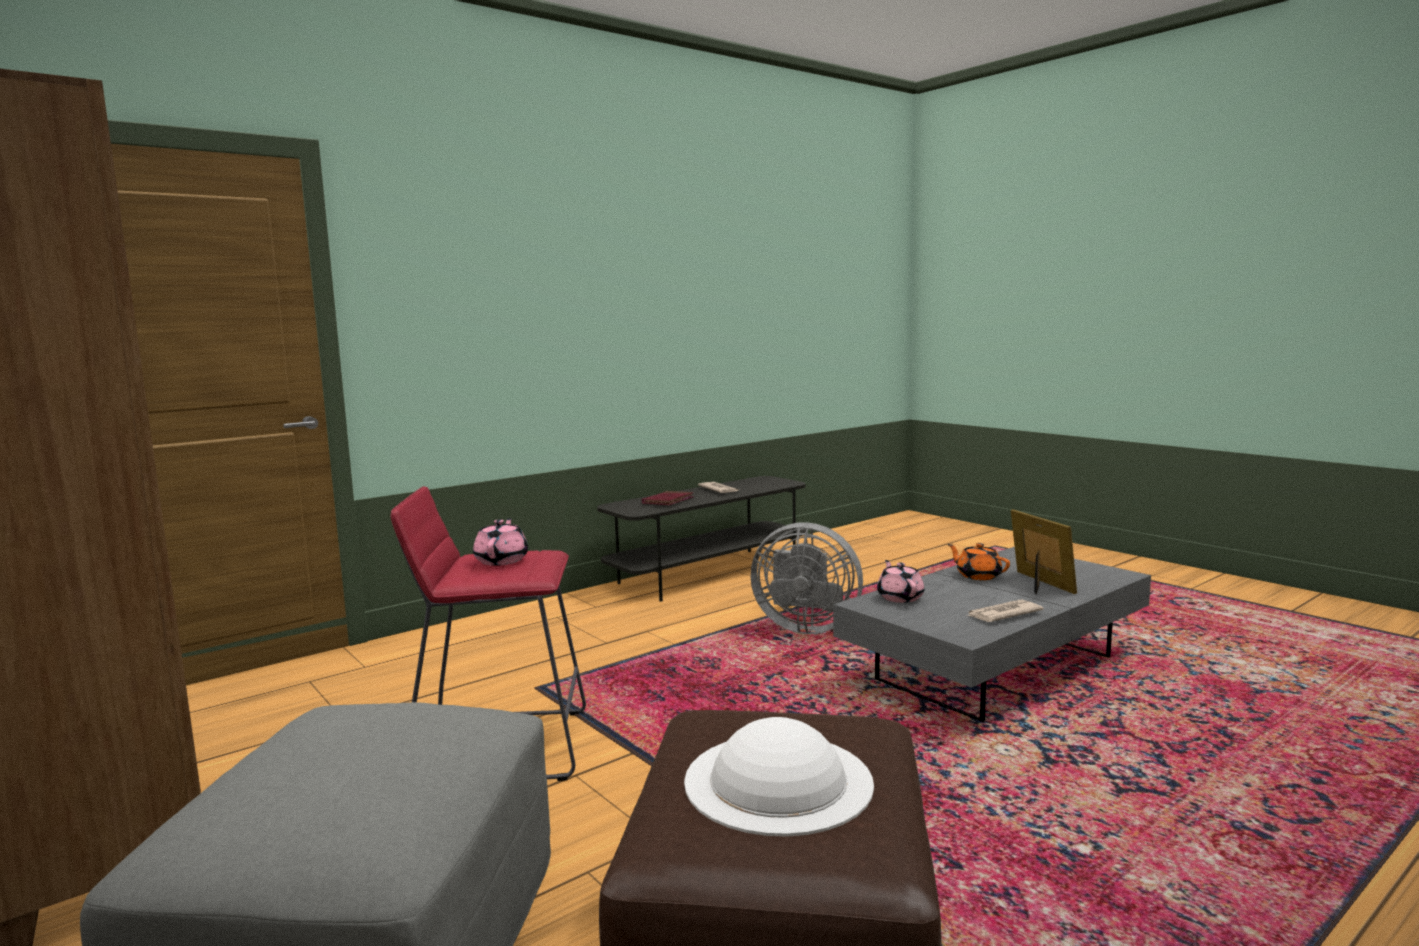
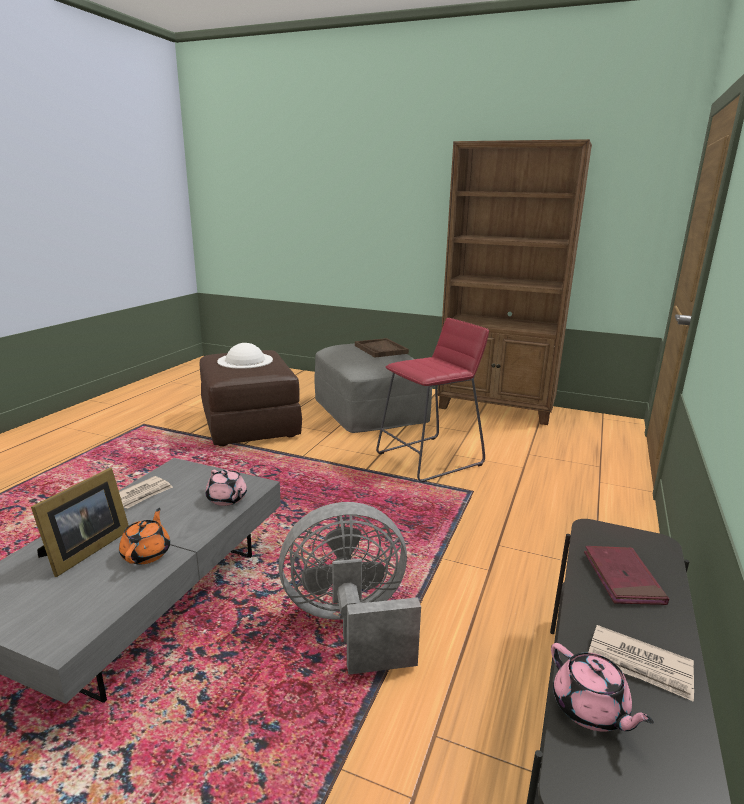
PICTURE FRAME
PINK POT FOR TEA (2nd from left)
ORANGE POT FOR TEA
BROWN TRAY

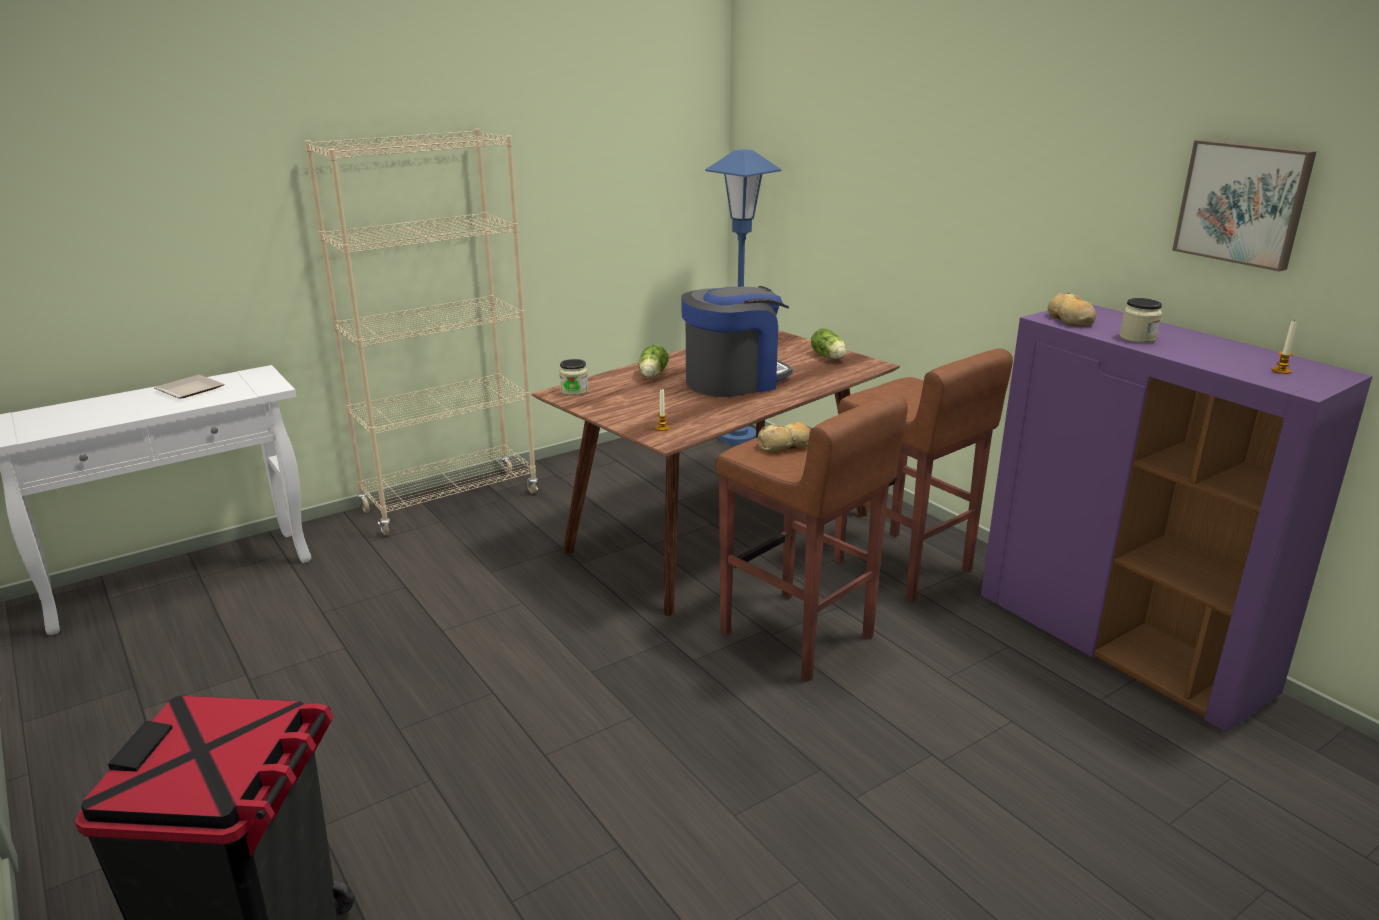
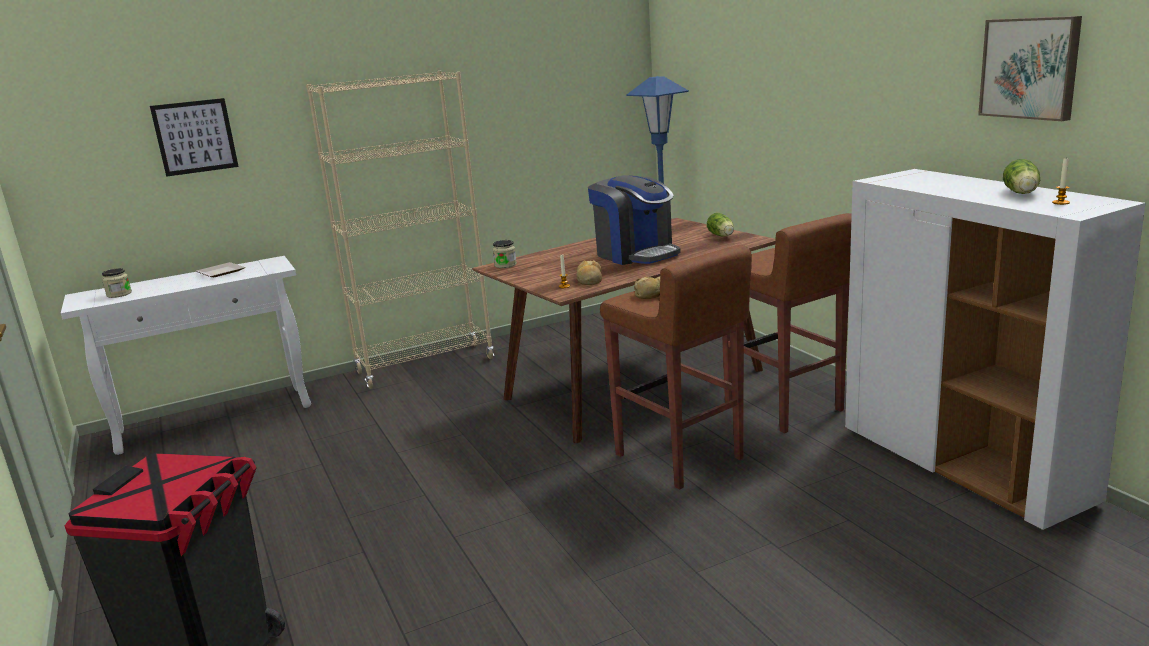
COFFEE BREWER
BAKERY BREAD (1st from left)
PRESERVE JAR (1st from left)
WHITISH CABINET
HEAD OF LETTUCE (2nd from left)
PICTURE (1st from left)

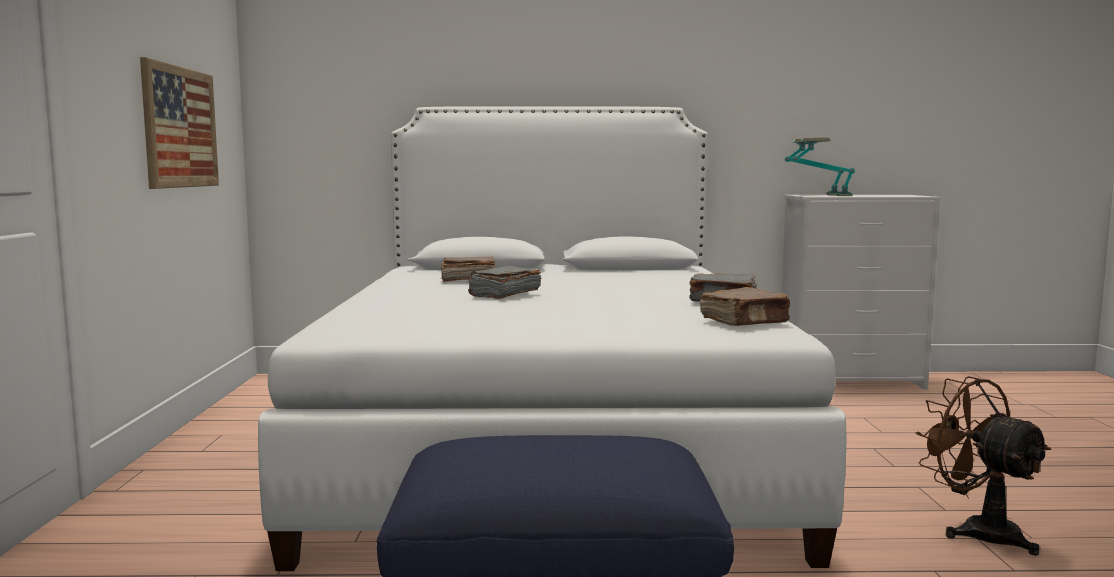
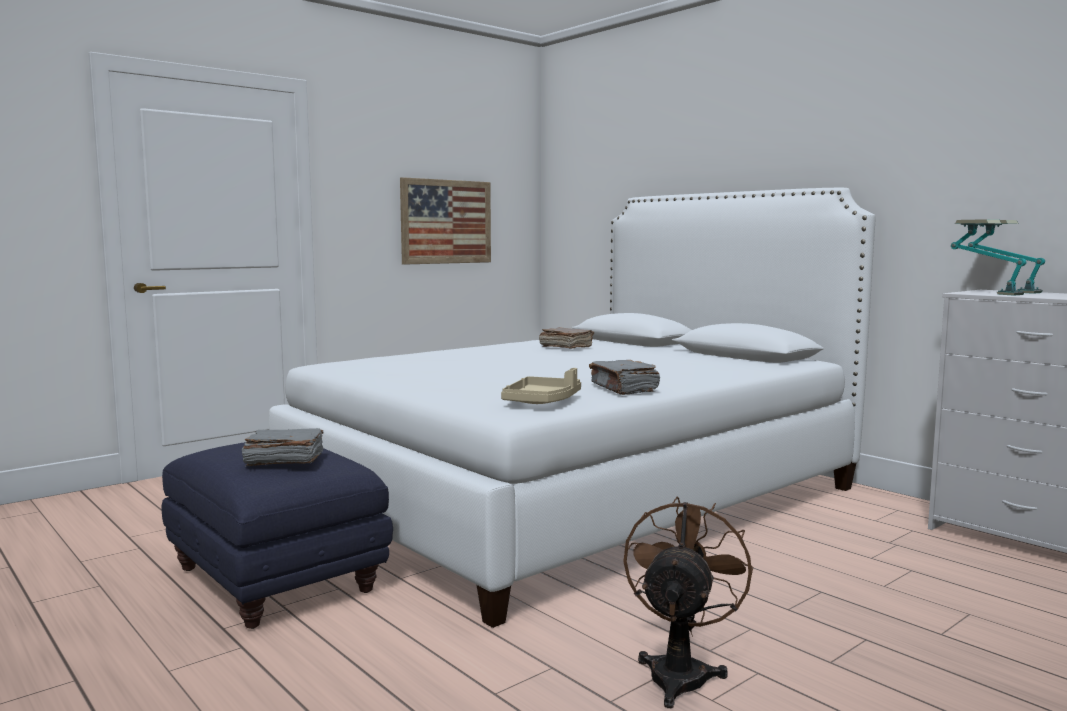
GREYISH BOUND BOOK (1st from left)
SAND-COLOURED TRAY

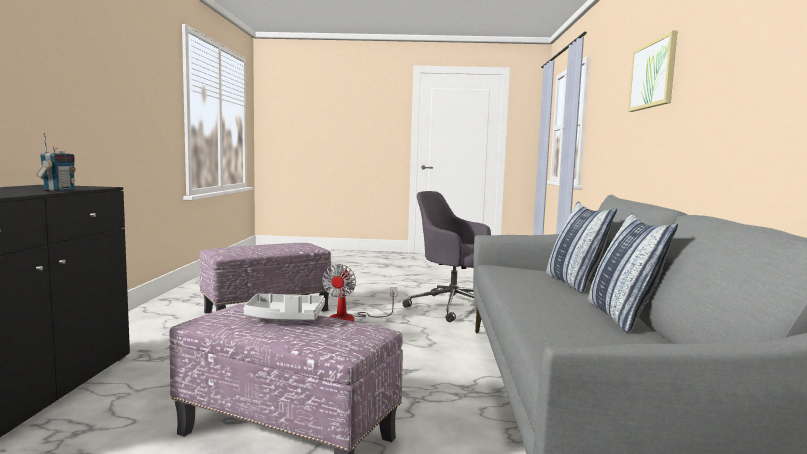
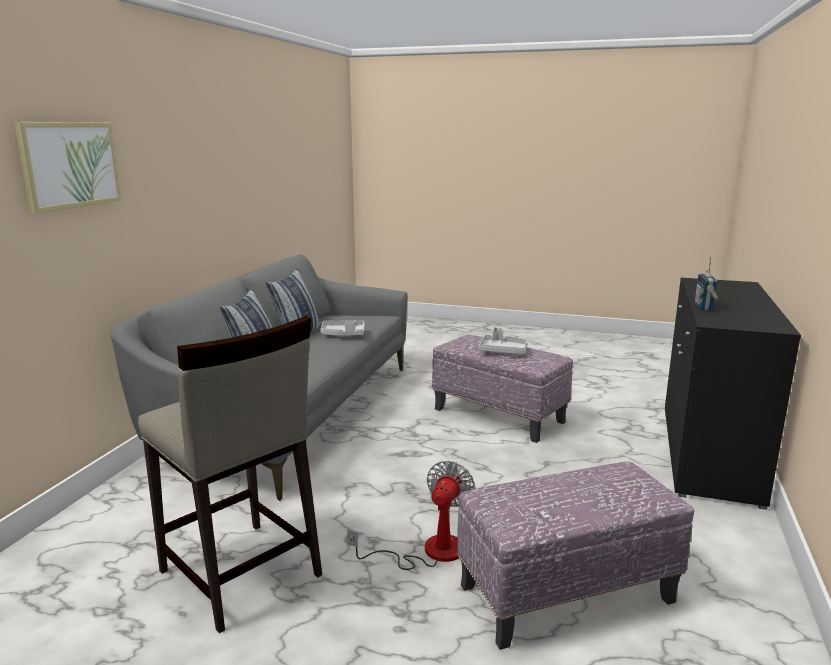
SAND-COLOURED STOOL
GREYISH TRAY (1st from left)

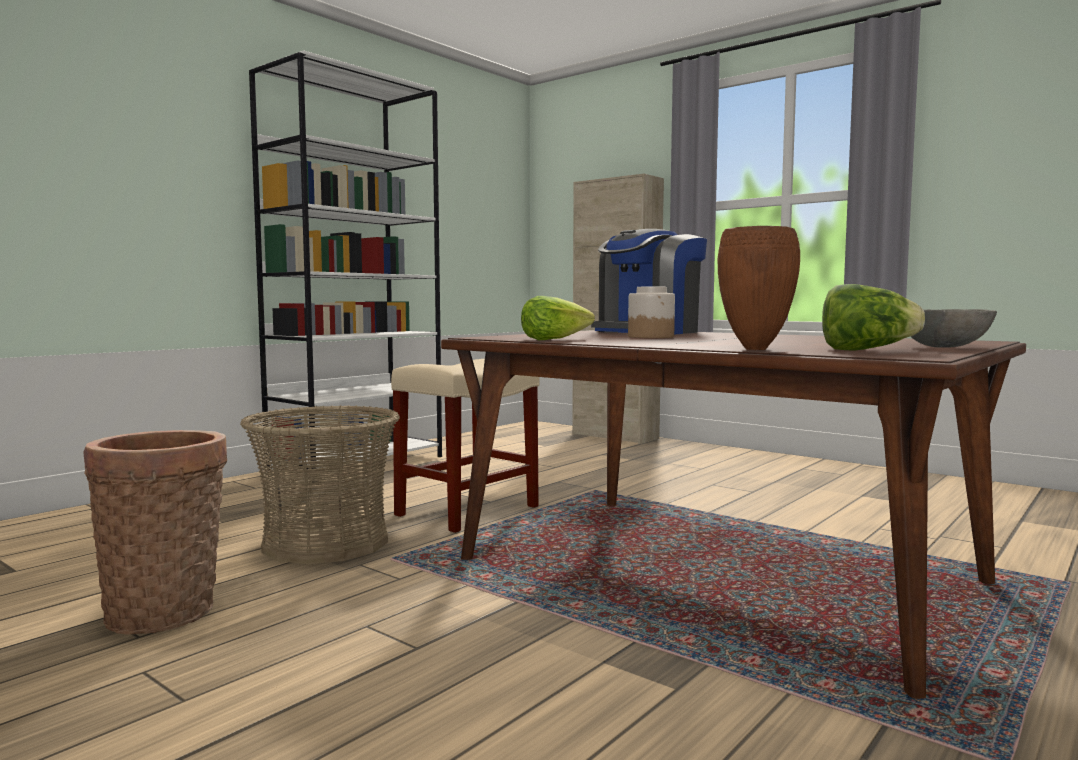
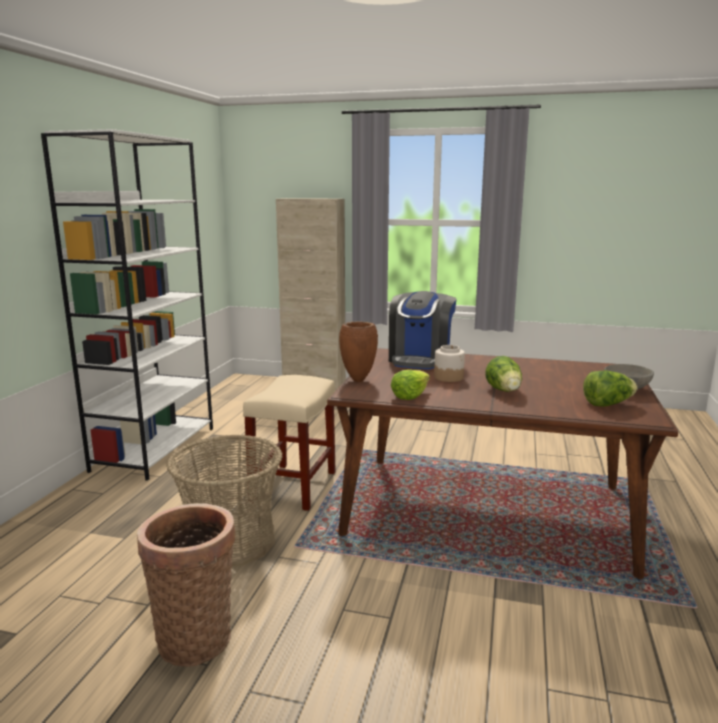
BROWN FLOWER VASE
HEAD OF LETTUCE (2nd from left)

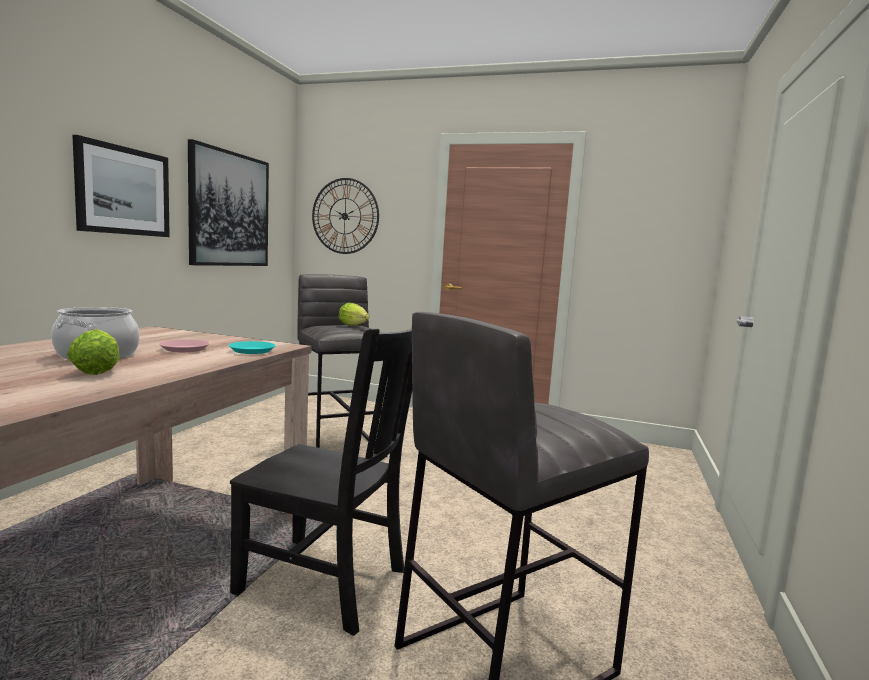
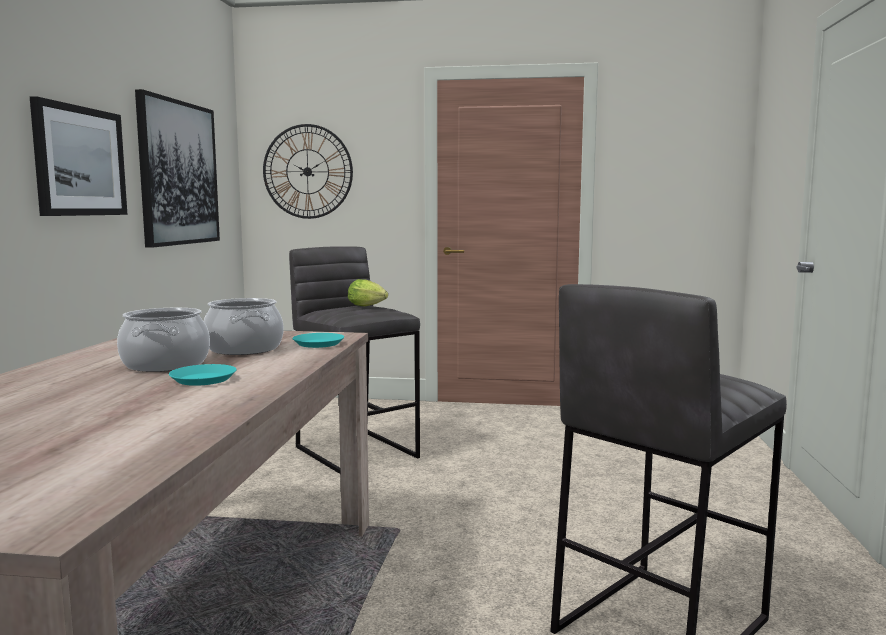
BLACK PLAIN CHAIR
BLUE-GREEN PLATE (1st from left)
STOCKPOT (2nd from left)

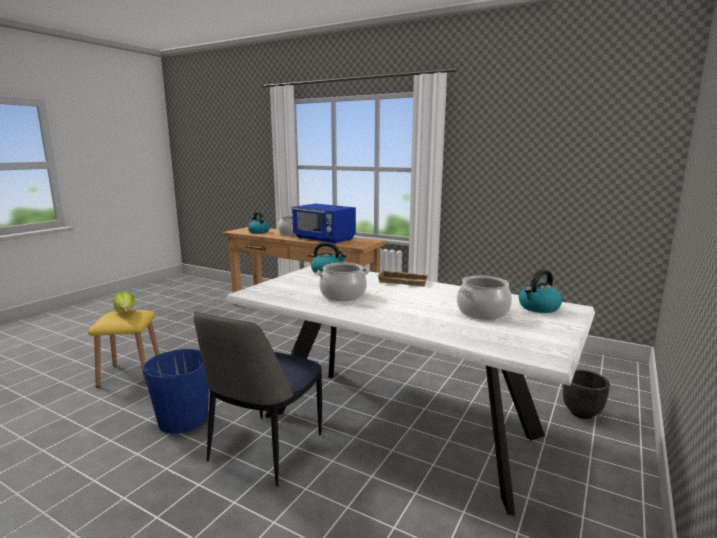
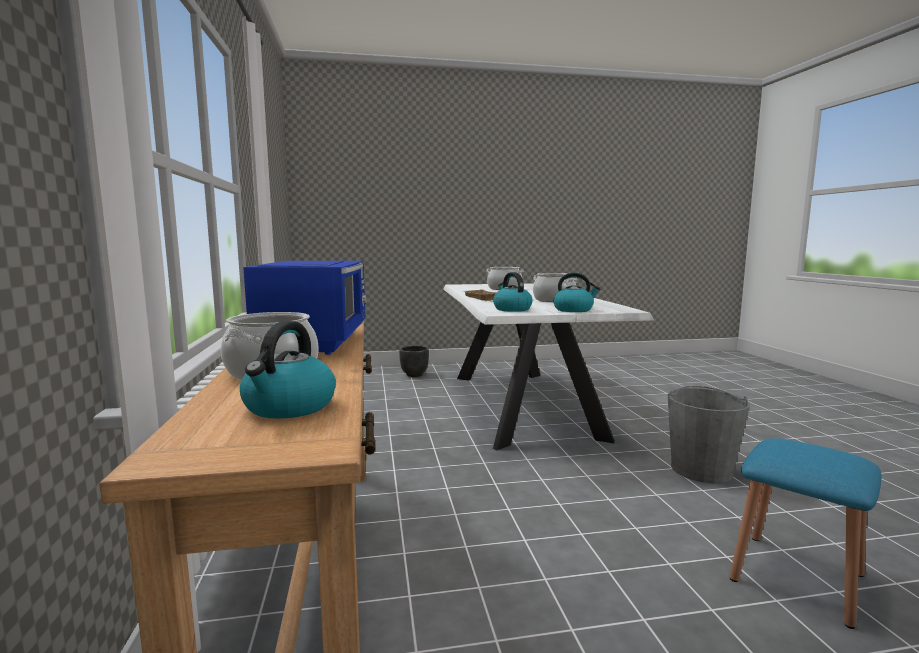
TEA KETTLE (3rd from left)
HEAD OF LETTUCE
BLUISH STOOL
PLAIN CHAIR
GREYISH BUCKET

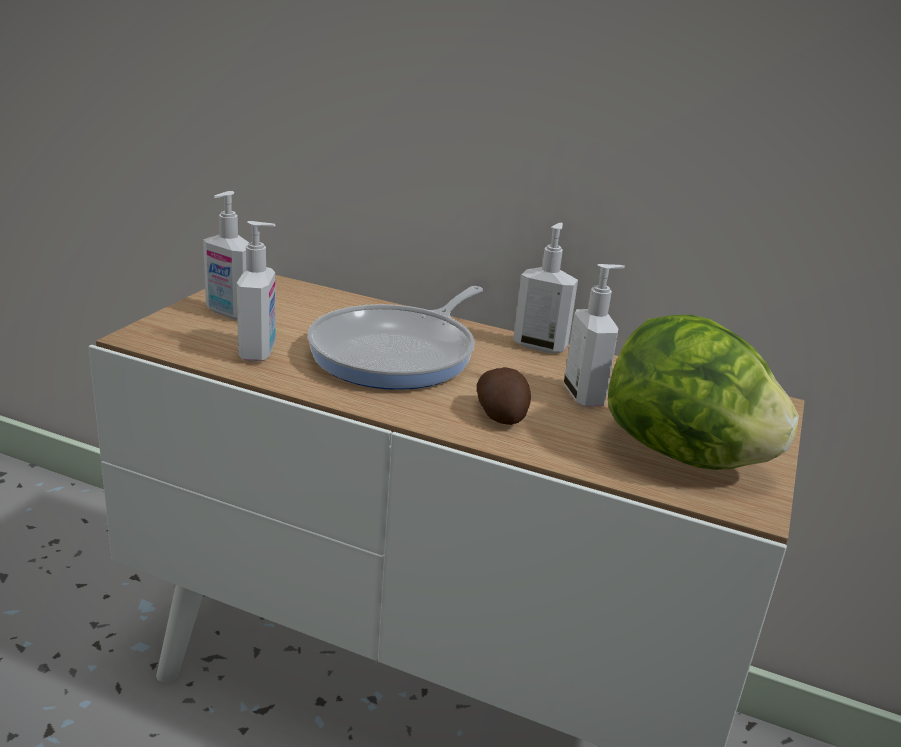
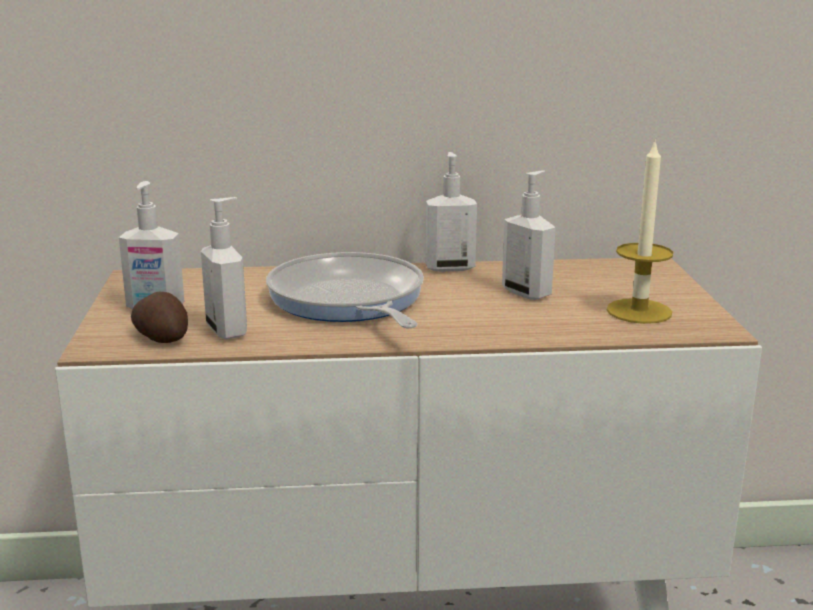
SKILLET
CANDLE
SPUD

